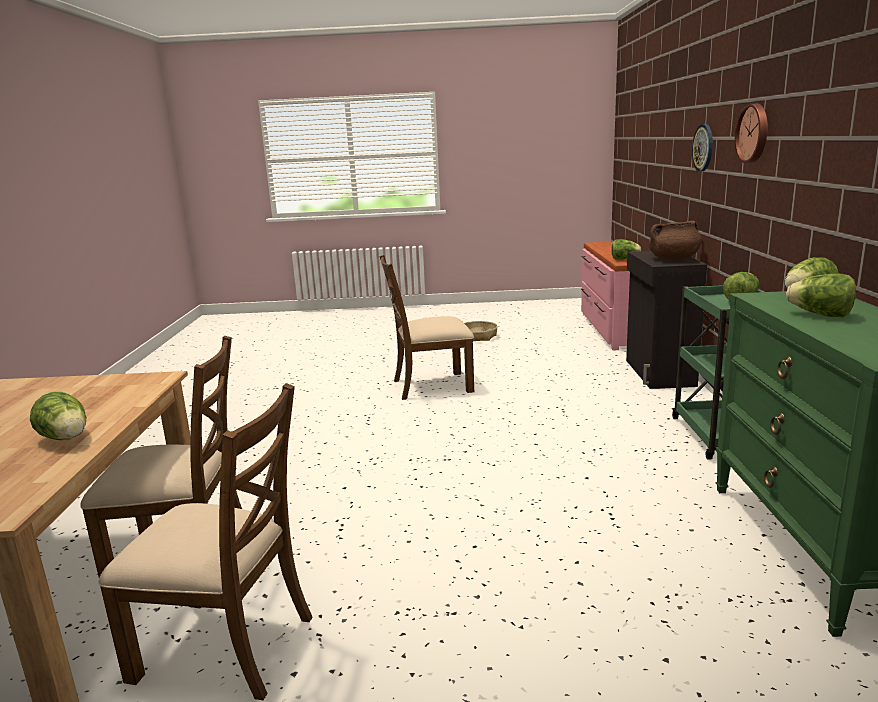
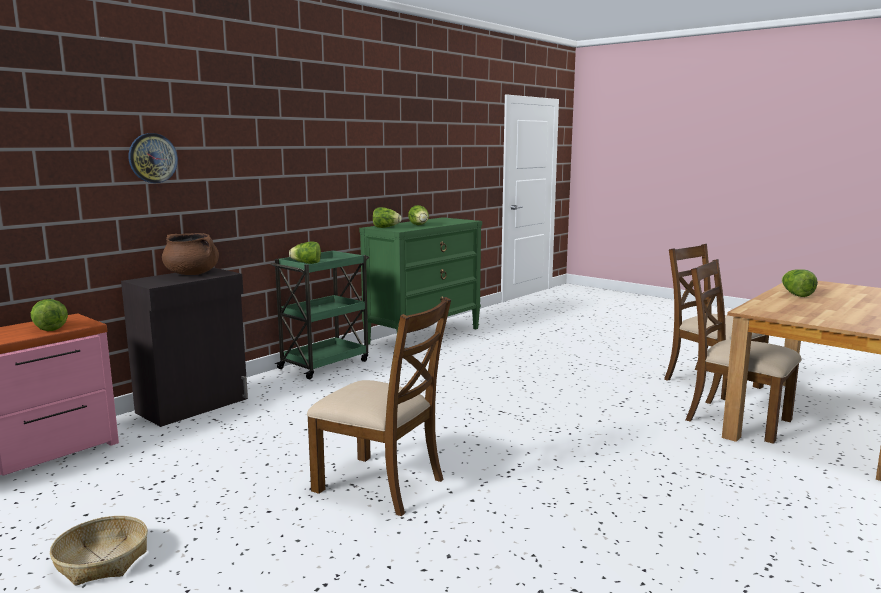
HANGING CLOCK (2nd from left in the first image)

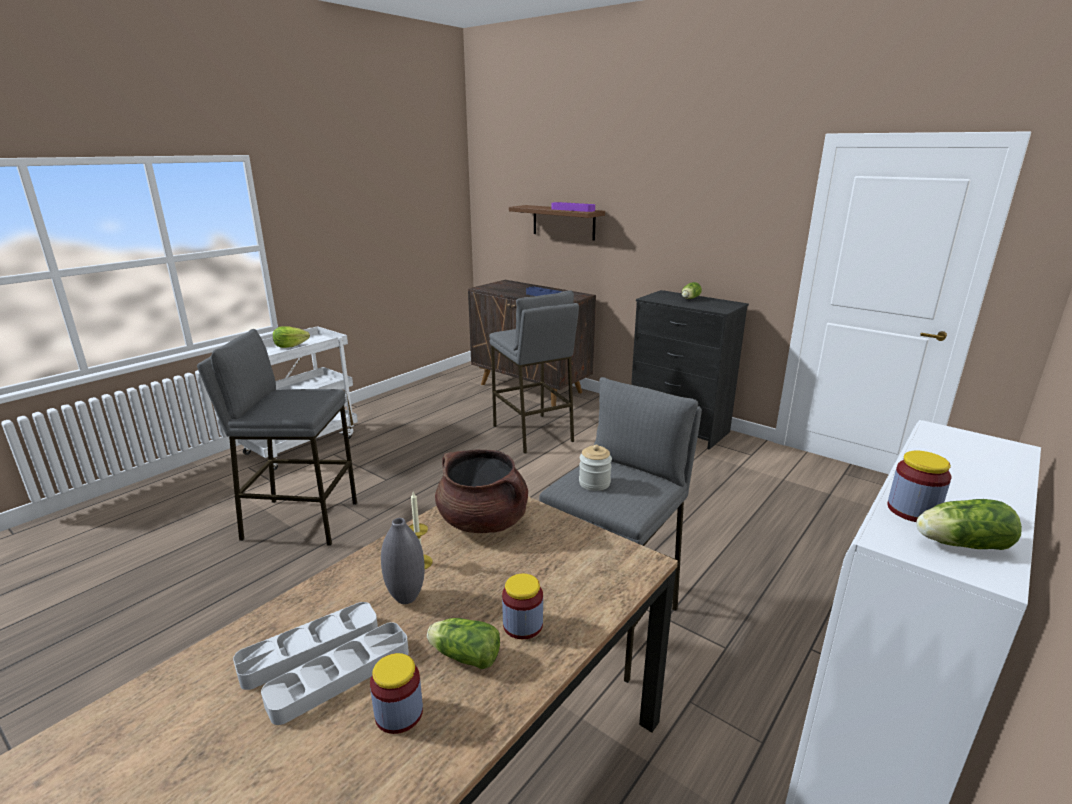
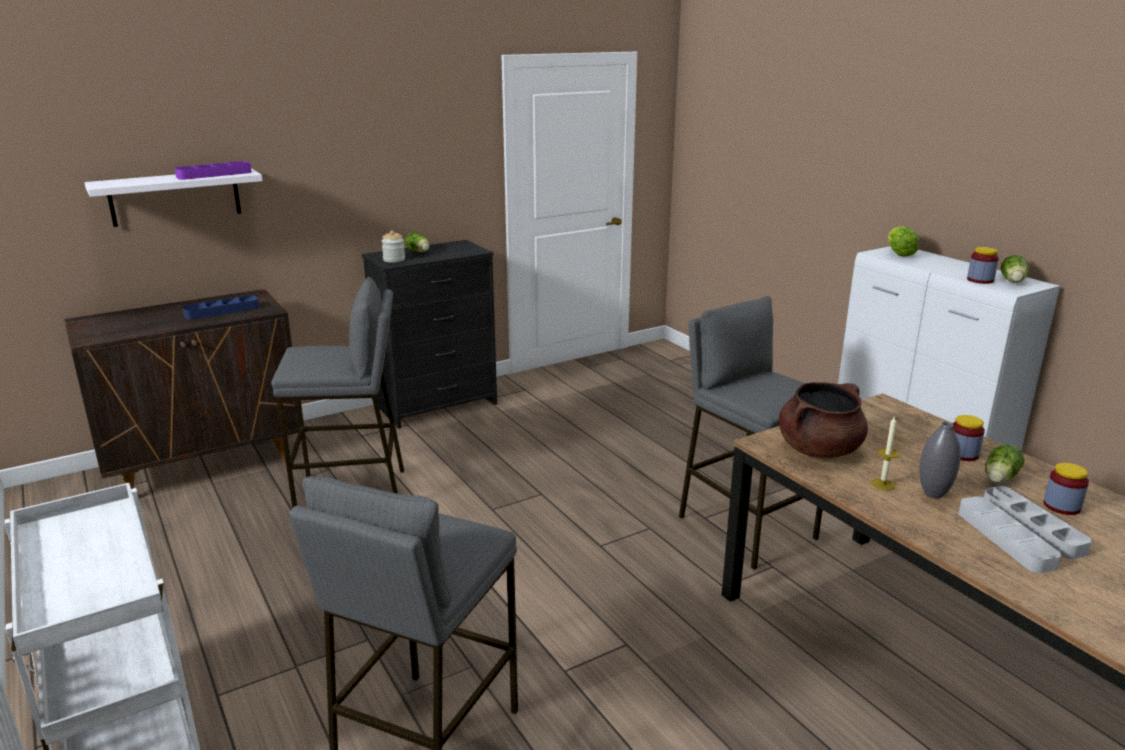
WHITISH WALL SHELF
HEAD OF LETTUCE (2nd from left)
PRESERVE JAR (1st from left)

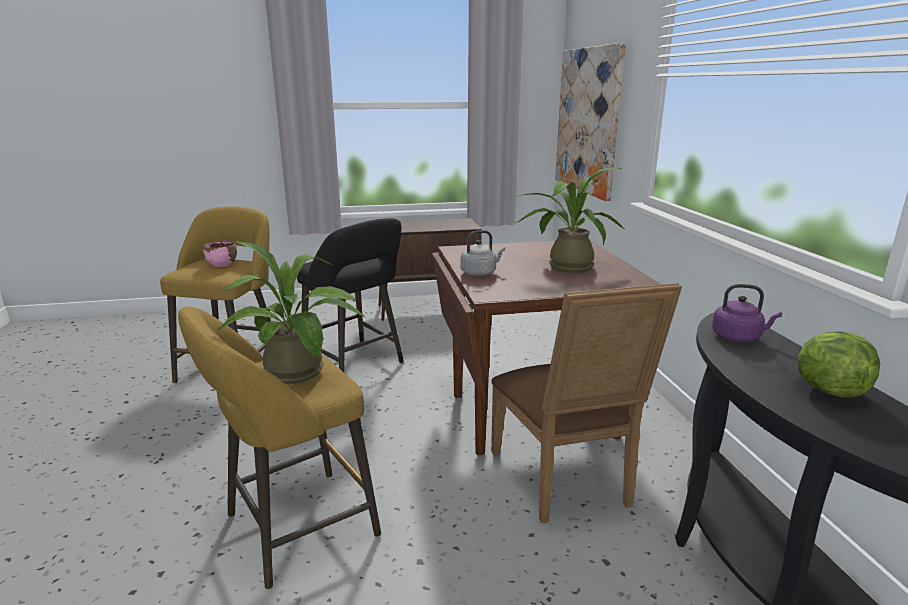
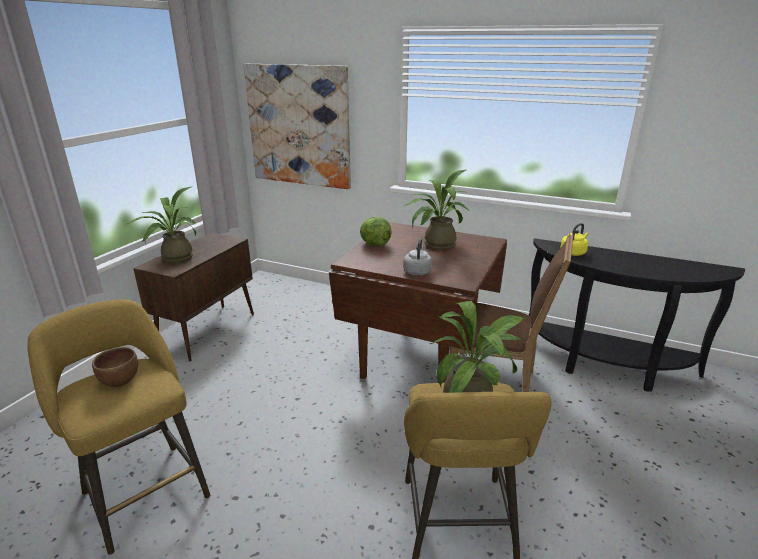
BLACK STOOL
BROWN DEEP DISH
YELLOWISH TEA KETTLE
HEAD OF LETTUCE
PLANT IN A POT (1st from left)

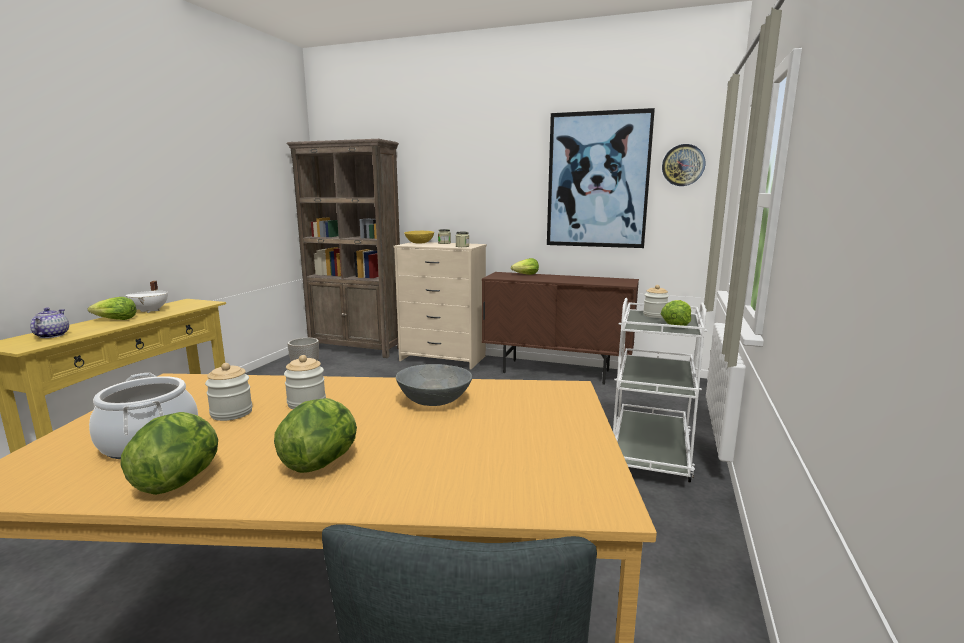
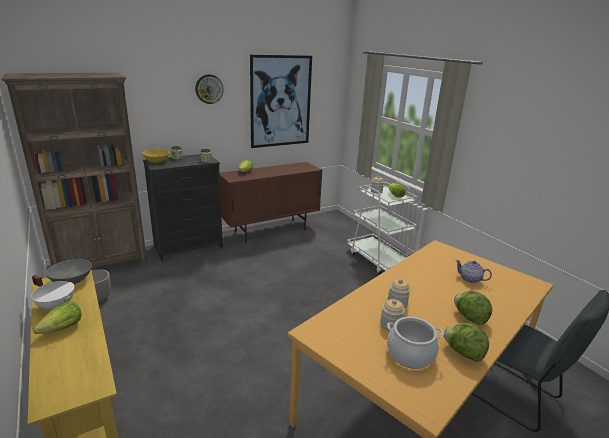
HANGING CLOCK
BLACK CHEST OF DRAWERS
POT FOR TEA
GREYISH DEEP DISH

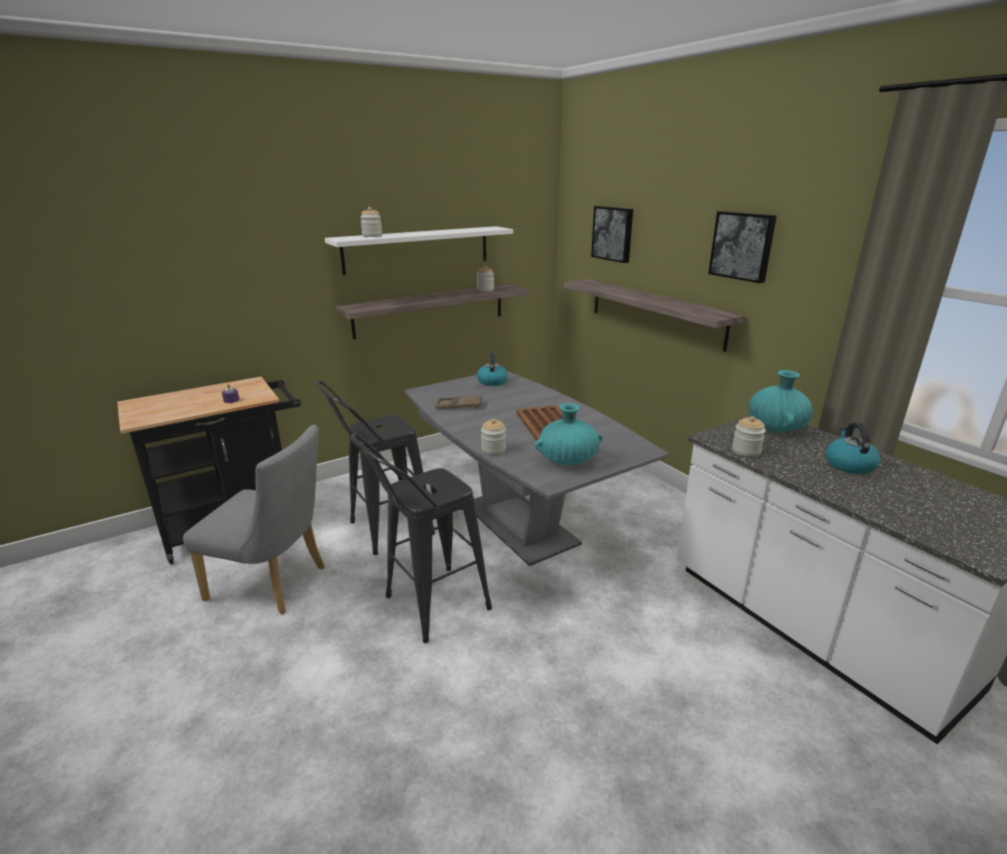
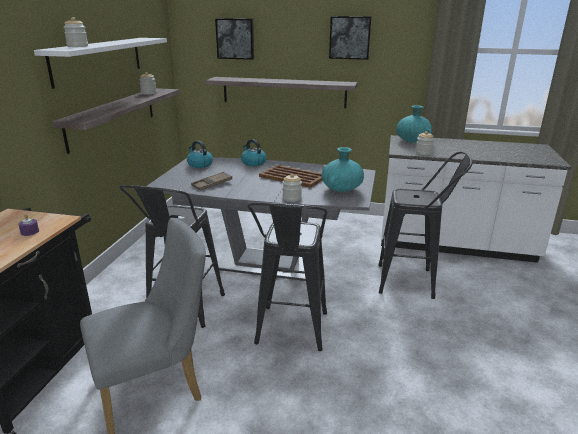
TEA KETTLE (2nd from left)
BLACK STOOL (3rd from left)

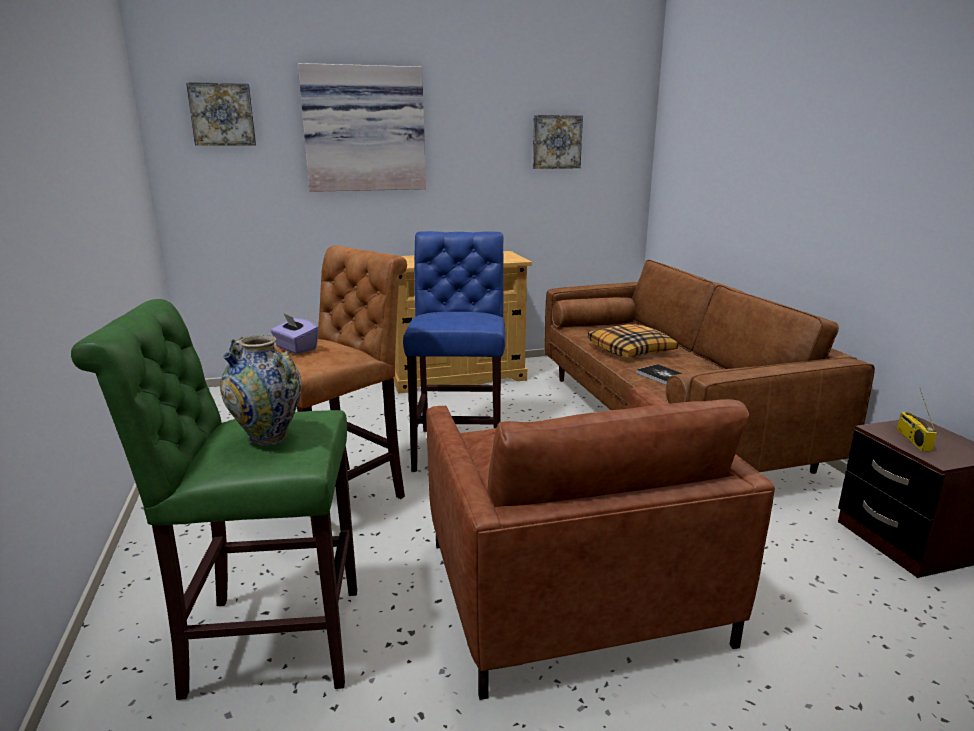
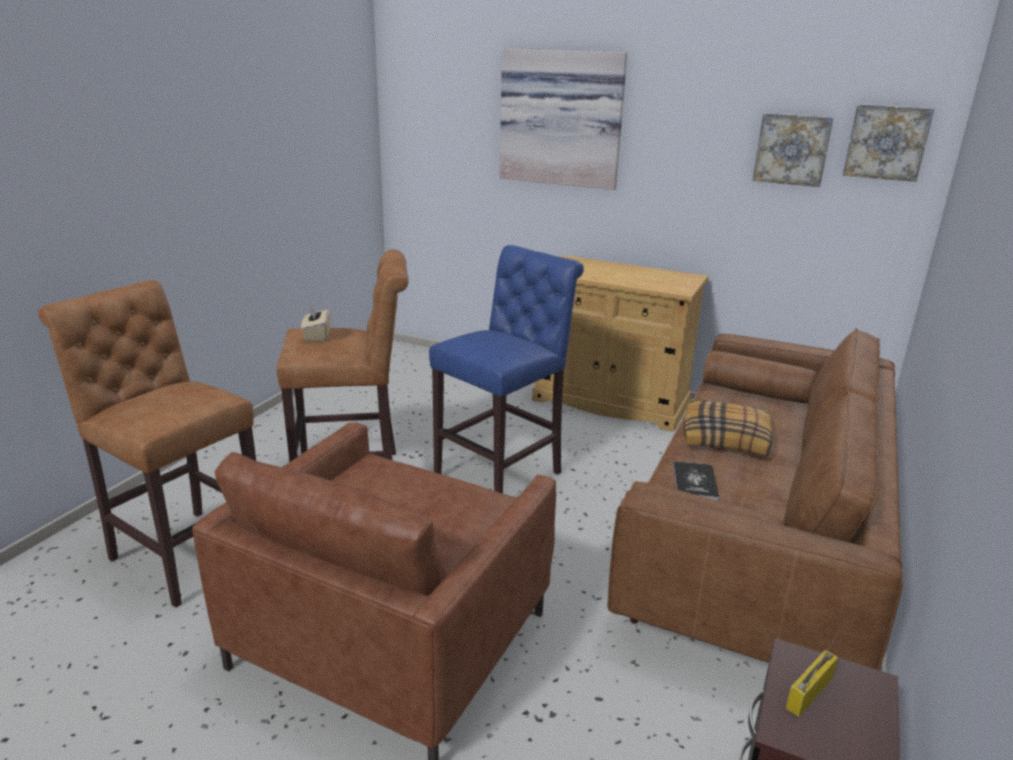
PICTURE (3rd from left)
BROWN STOOL (1st from left)
SAND-COLOURED TISSUE HOLDER
FLOWER VASE

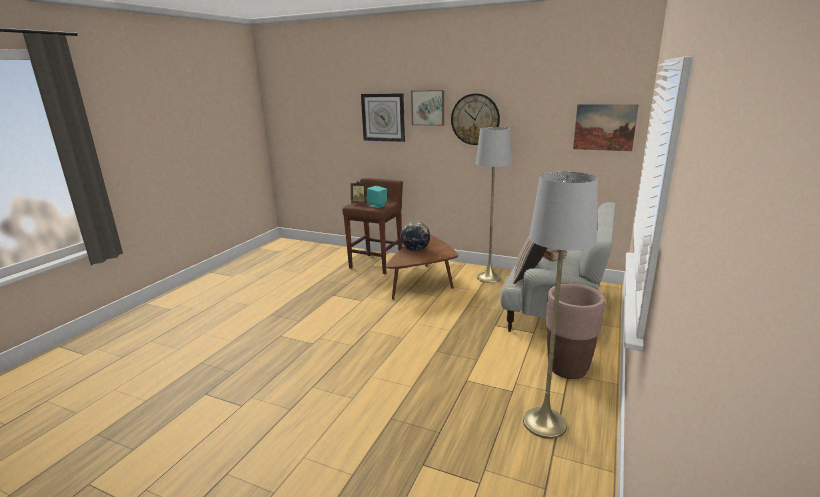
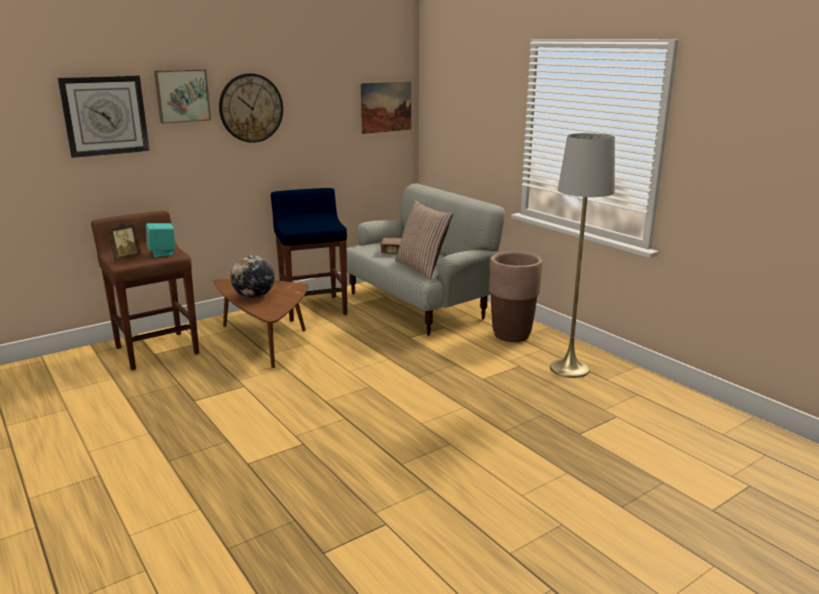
BLUISH STOOL

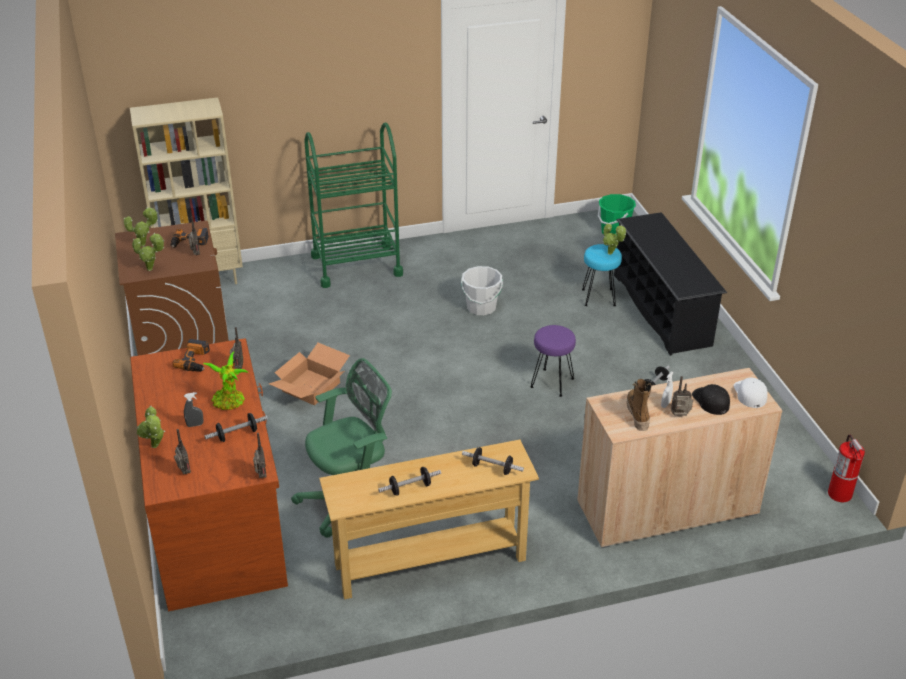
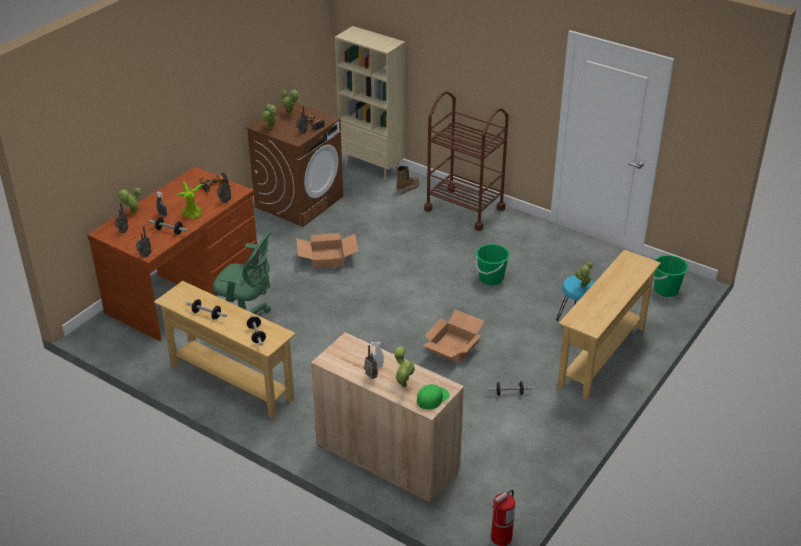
BROWN WHEELED CART
SAND-COLOURED NARROW TABLE (2nd from left)
GREENISH BUCKET (1st from left)
CARDBOARD BOX (2nd from left)
GREENISH PEAKED CAP
BOOT
PLANT IN A POT (5th from left)

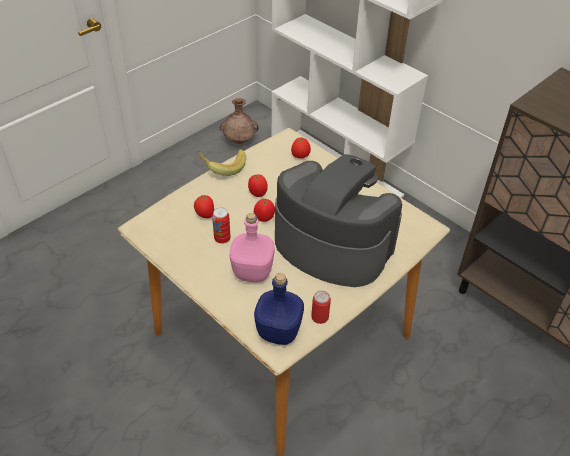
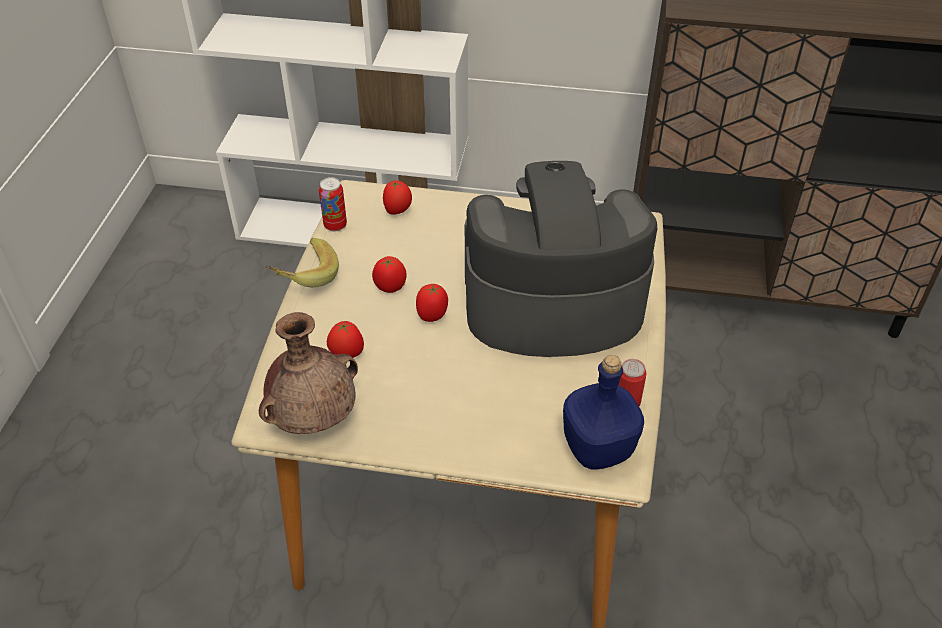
BROWN FLOWER VASE
SEALED CAN (1st from left)
PINK BOTTLE

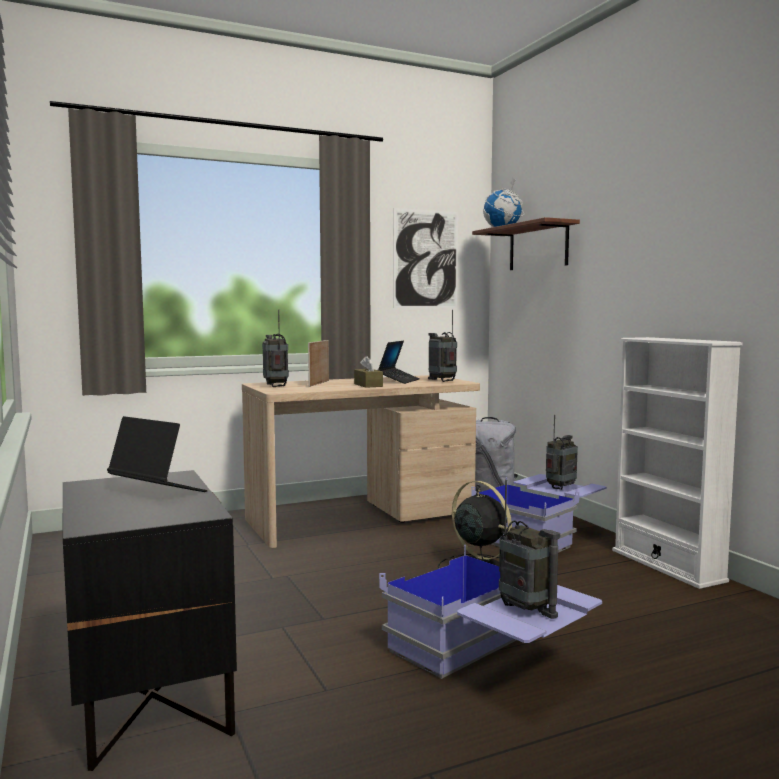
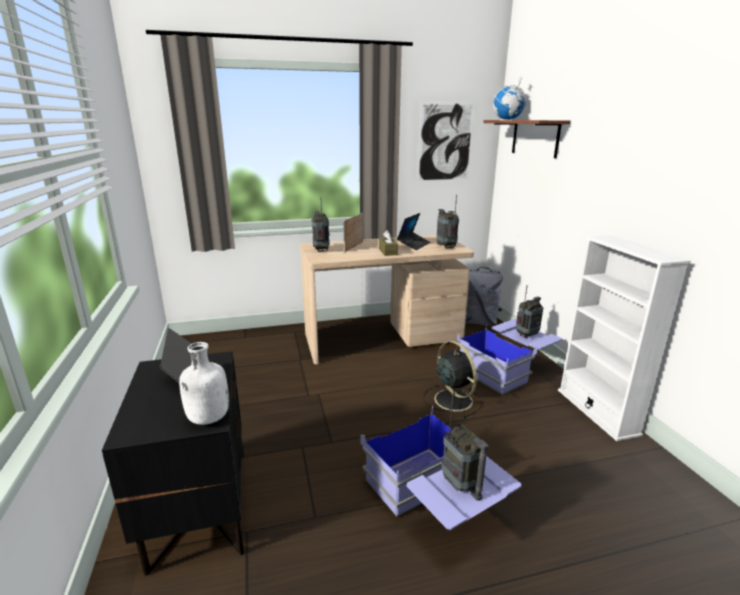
WHITISH BOTTLE

